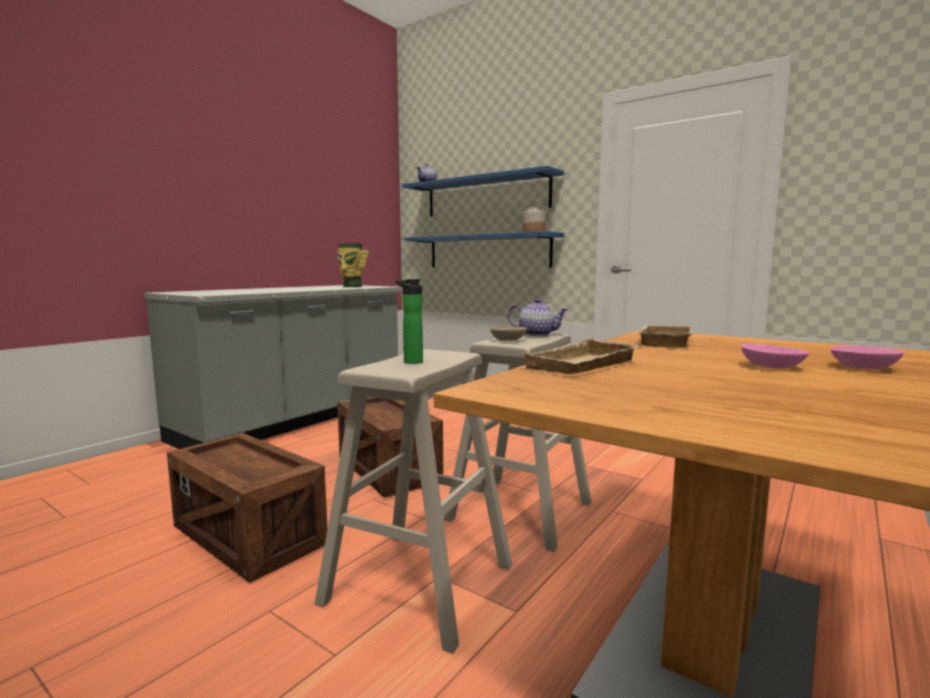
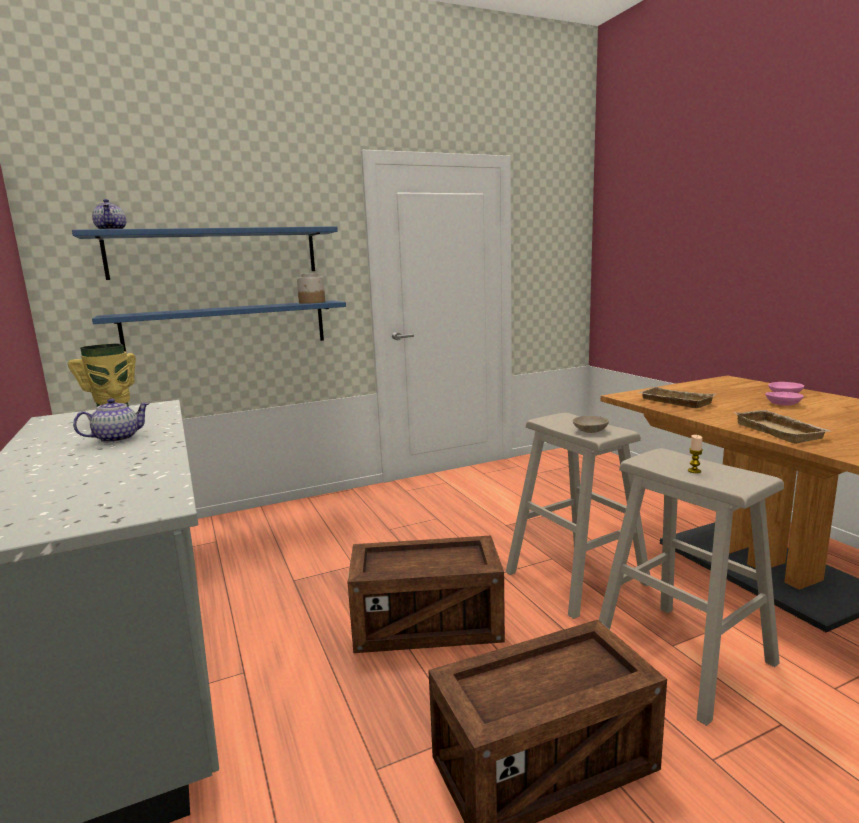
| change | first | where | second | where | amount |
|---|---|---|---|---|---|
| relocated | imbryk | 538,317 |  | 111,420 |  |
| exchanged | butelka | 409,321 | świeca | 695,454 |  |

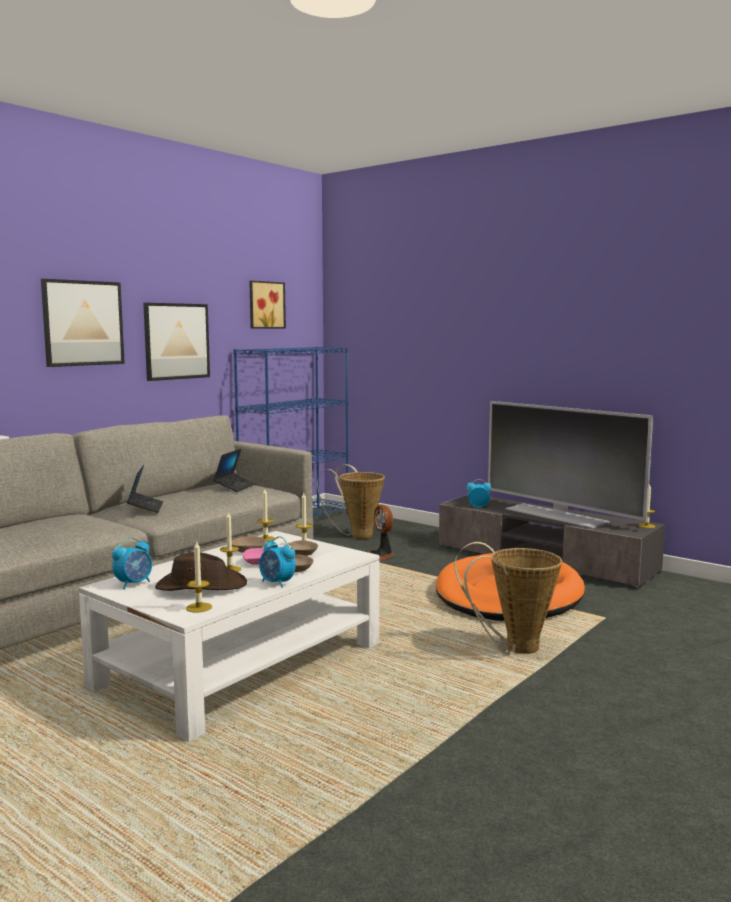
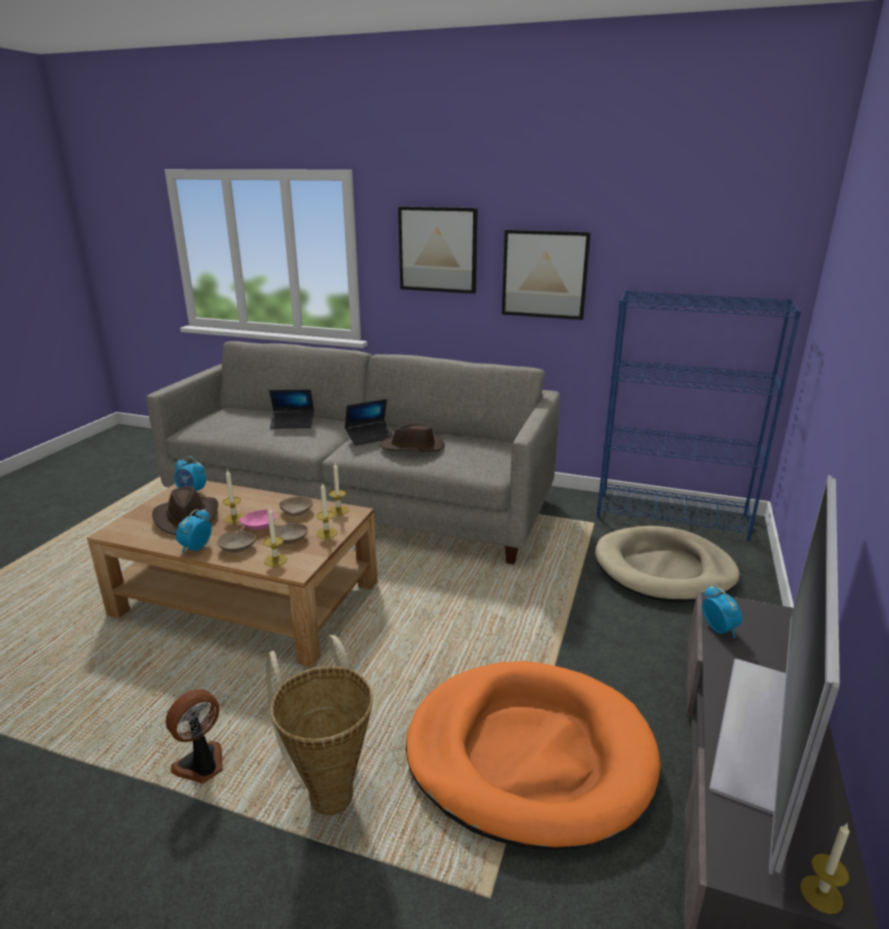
| change | first | where | second | where | amount |
|---|---|---|---|---|---|
| colour | ława (biały) | 229,636 | ława (brązowy) | 232,574 |  |
| relocated | wentylator | 381,532 |  | 194,736 |  |
| relocated | świeca | 199,576 |  | 275,537 |  |
| relocated | laptop | 234,470 |  | 291,409 |  |
| appeared |  |  | kapelusz (brązowy) | 412,437 |  |
| exchanged | koszyk | 351,501 | legowisko (beżowy) | 667,564 |  |
| missing | obraz | 267,304 |  |  |  |

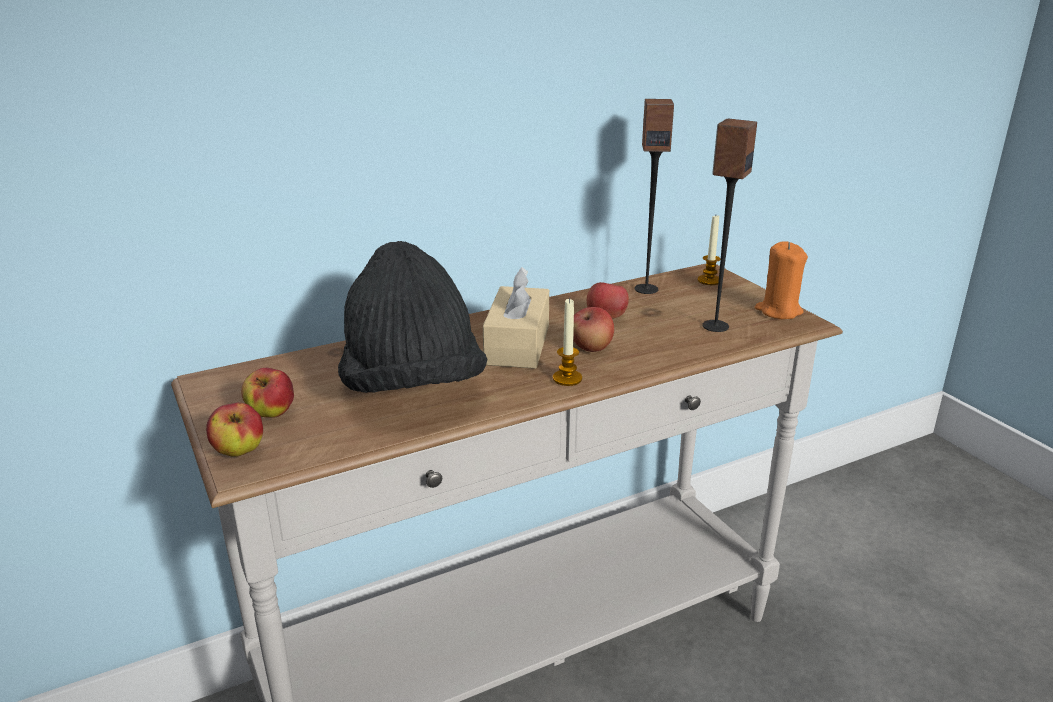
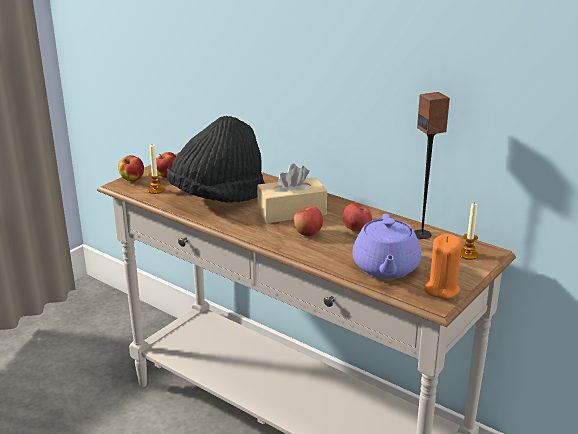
| change | first | where | second | where | amount |
|---|---|---|---|---|---|
| relocated | świeca | 567,342 |  | 156,169 |  |
| exchanged | głośnik | 729,225 | imbryk (fioletowy) | 386,246 |  |

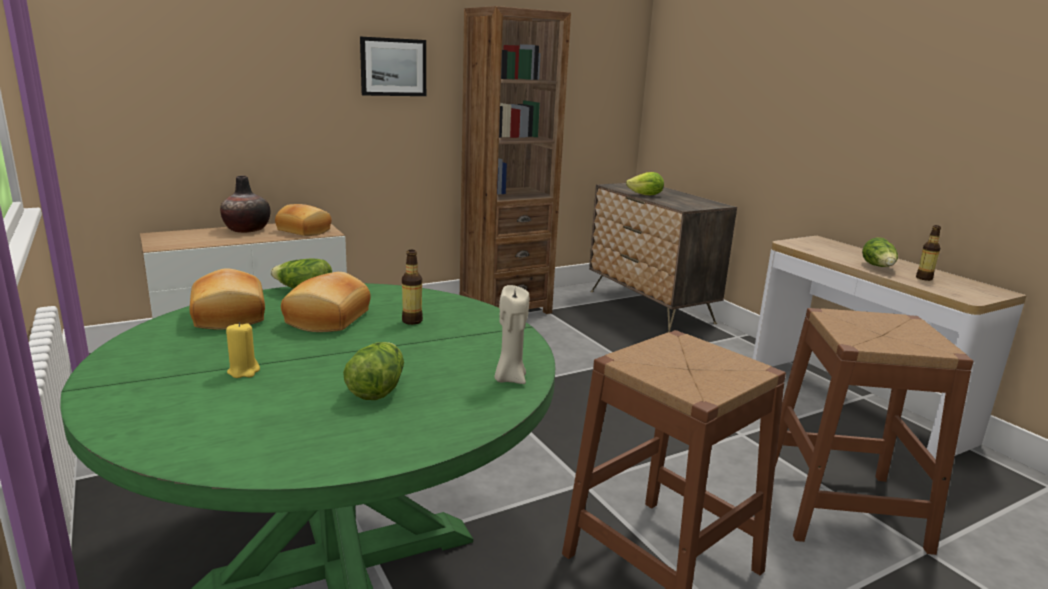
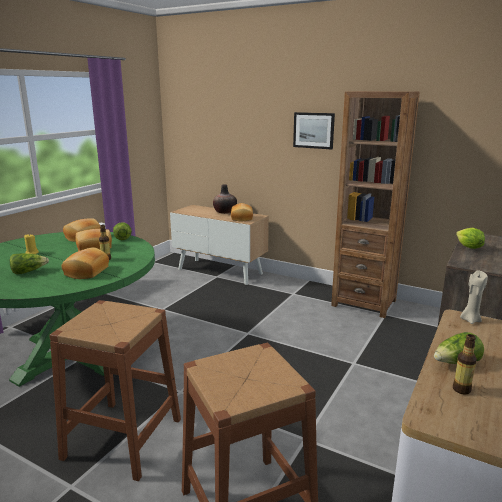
| change | first | where | second | where | amount |
|---|---|---|---|---|---|
| appeared |  |  | chleb | 85,263 |  |
| relocated | świeca (beżowy) | 511,334 |  | 474,297 |  |

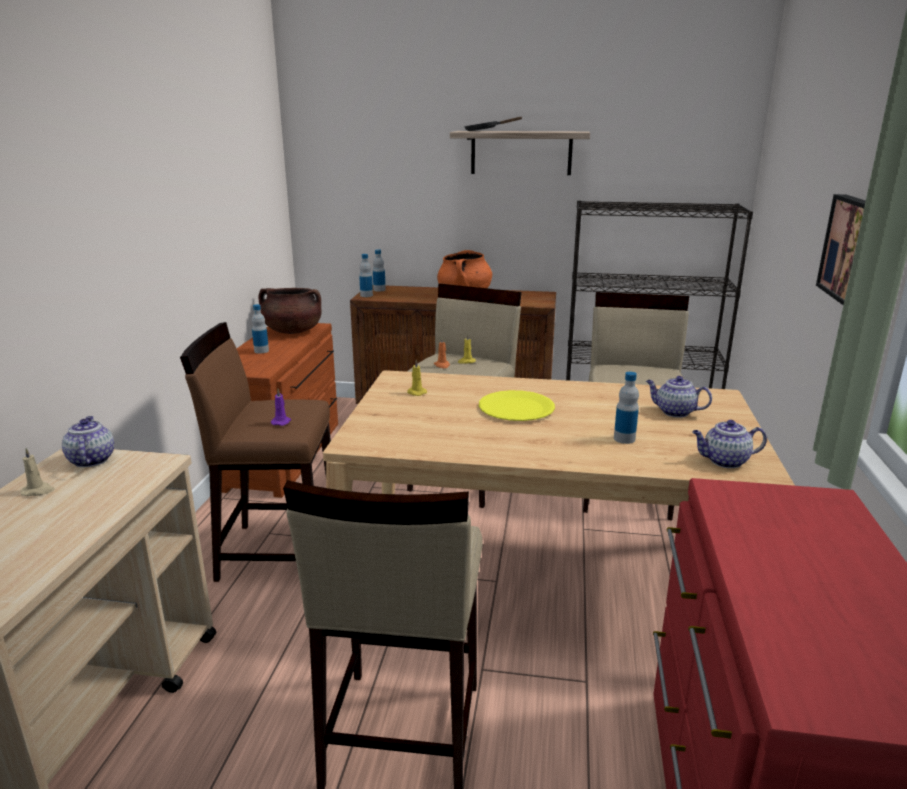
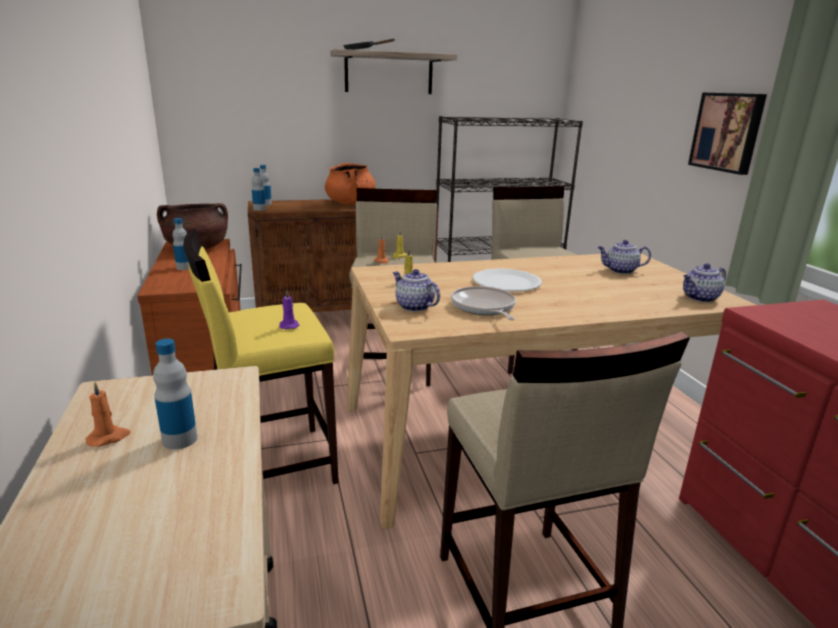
| change | first | where | second | where | amount |
|---|---|---|---|---|---|
| colour | świeca (beżowy) | 37,472 | świeca (pomarańczowy) | 108,414 |  |
| relocated | butelka | 626,408 |  | 175,394 |  |
| colour | stołek (brązowy) | 255,452 | stołek (żółty) | 261,356 |  |
| relocated | imbryk | 88,441 |  | 416,290 |  |
| appeared |  |  | patelnia | 483,303 |  |
| colour | talerz (żółty) | 517,405 | talerz (biały) | 507,279 |  |

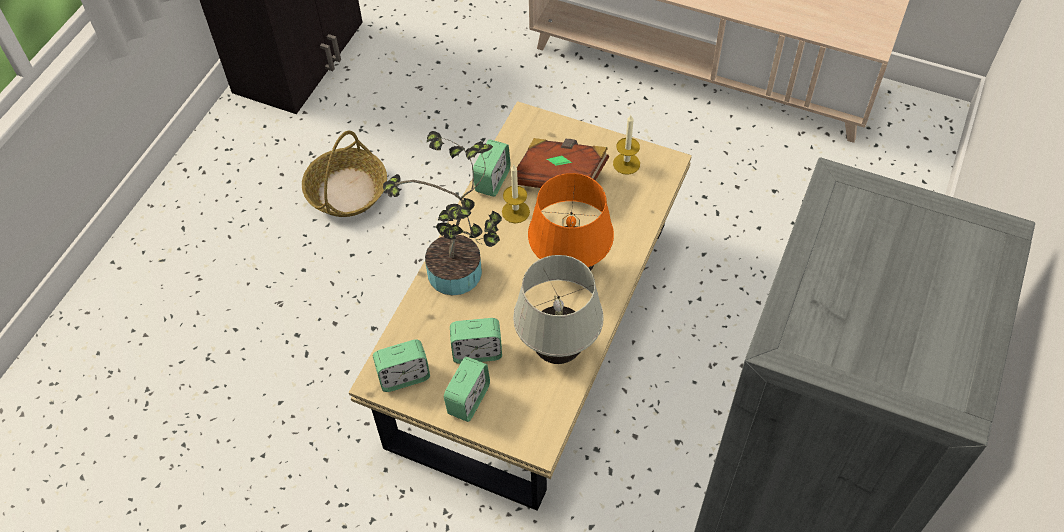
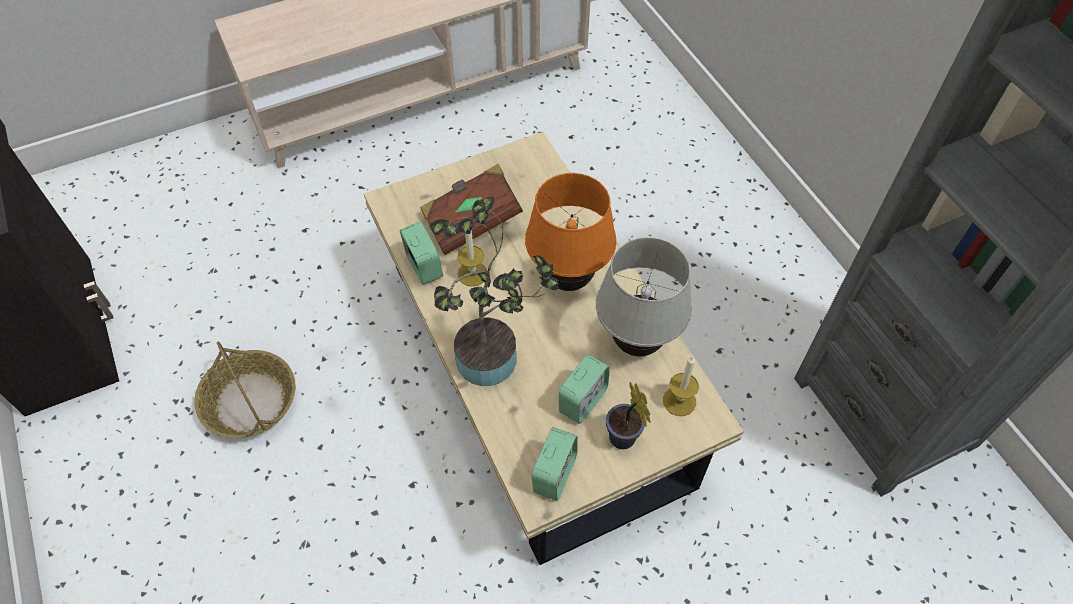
| change | first | where | second | where | amount |
|---|---|---|---|---|---|
| exchanged | budzik | 467,389 | roślina doniczkowa | 628,415 |  |
| relocated | świeca | 626,145 |  | 681,386 |  |

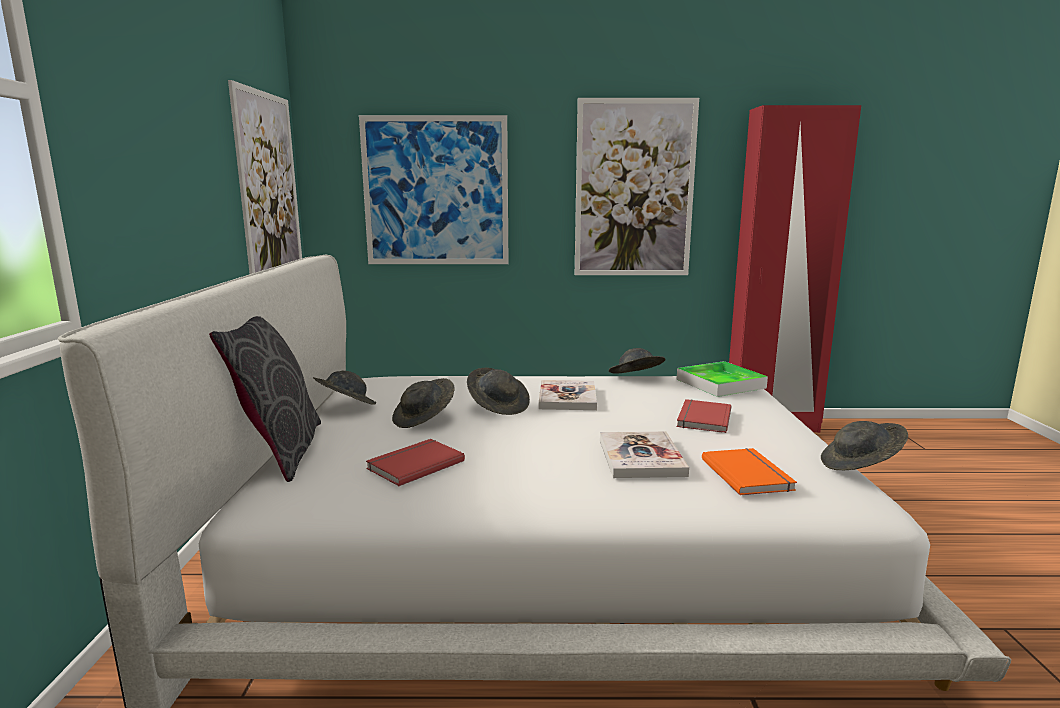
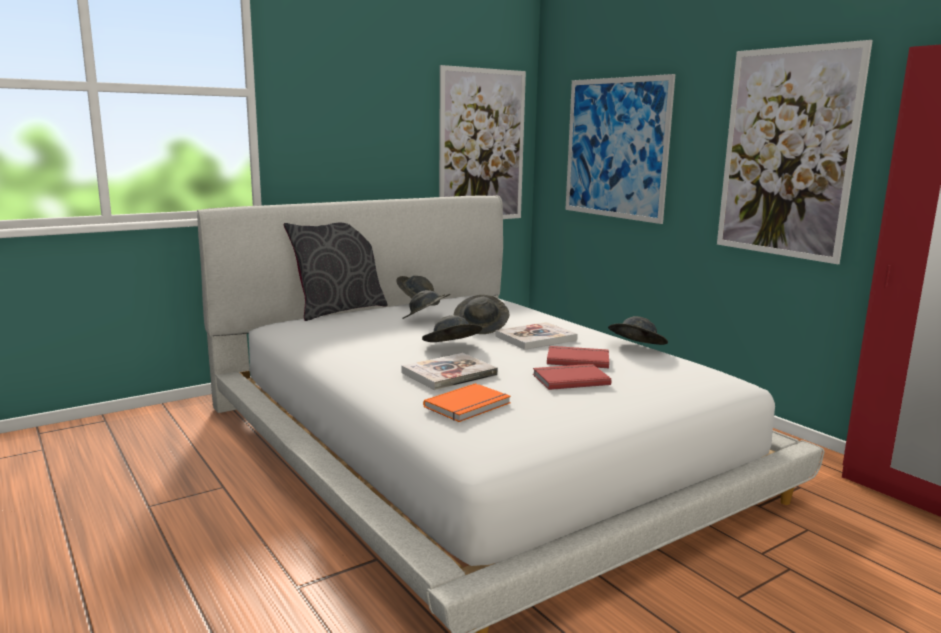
| change | first | where | second | where | amount |
|---|---|---|---|---|---|
| relocated | kapelusz (szary) | 864,445 |  | 452,328 |  |
| relocated | książka (czerwony) | 415,462 |  | 578,357 |  |
| missing | taca | 722,379 |  |  |  |

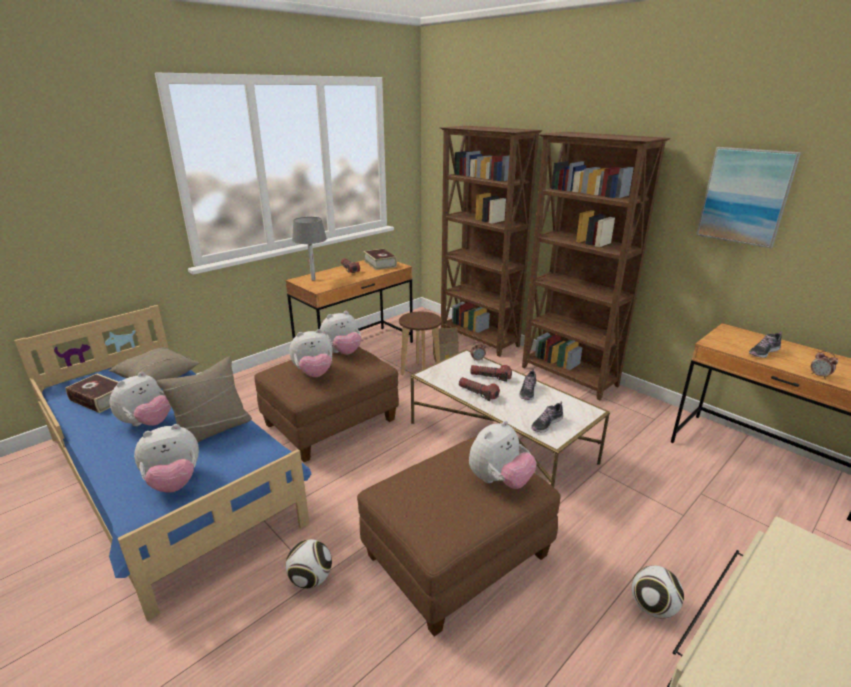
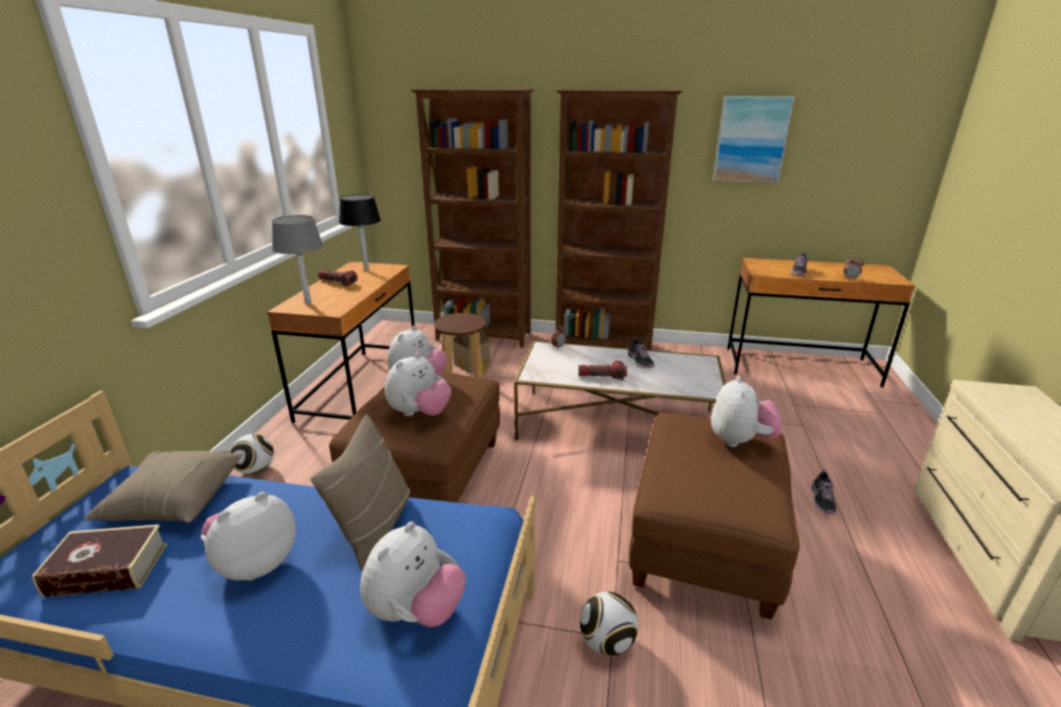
| change | first | where | second | where | amount |
|---|---|---|---|---|---|
| spun | pluszak | 140,399 |  | 248,536 | 135 degrees counterclockwise |
| relocated | piłka futbolowa | 658,591 |  | 252,454 |  |
| exchanged | książka | 380,259 | lampa stołowa (czarny) | 360,232 |  |
| relocated | but | 547,416 |  | 824,491 |  |
| missing | latarka | 491,373 |  |  |  |

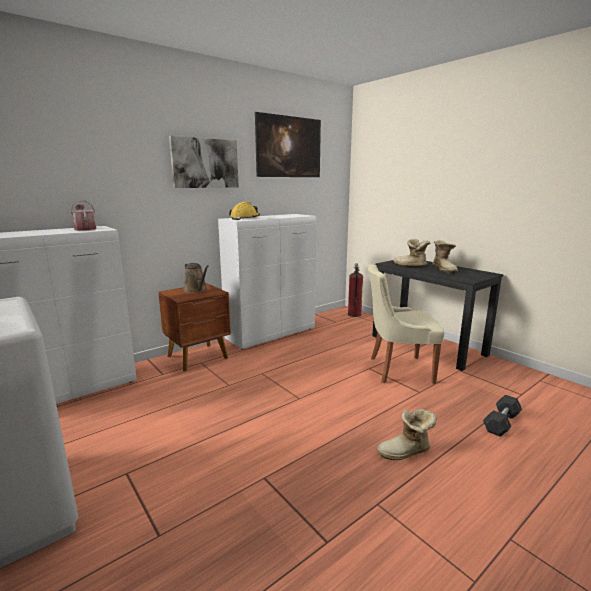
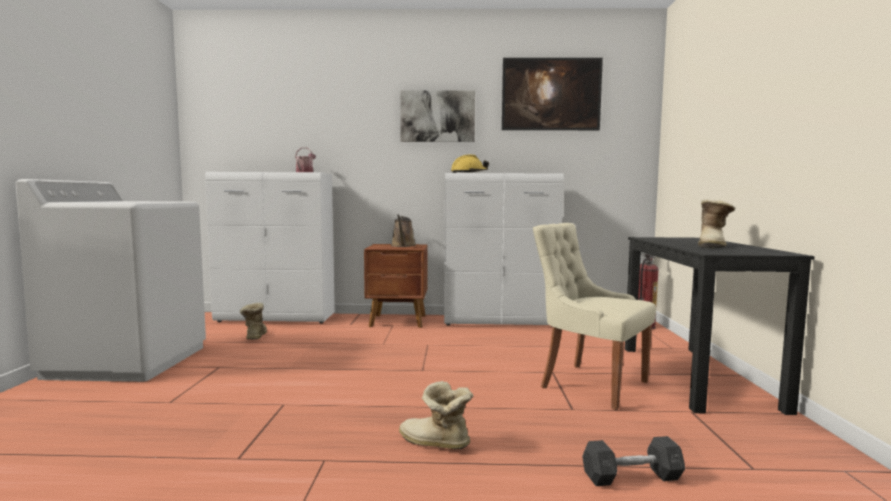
| change | first | where | second | where | amount |
|---|---|---|---|---|---|
| relocated | but z cholewką | 411,252 |  | 253,321 |  |

